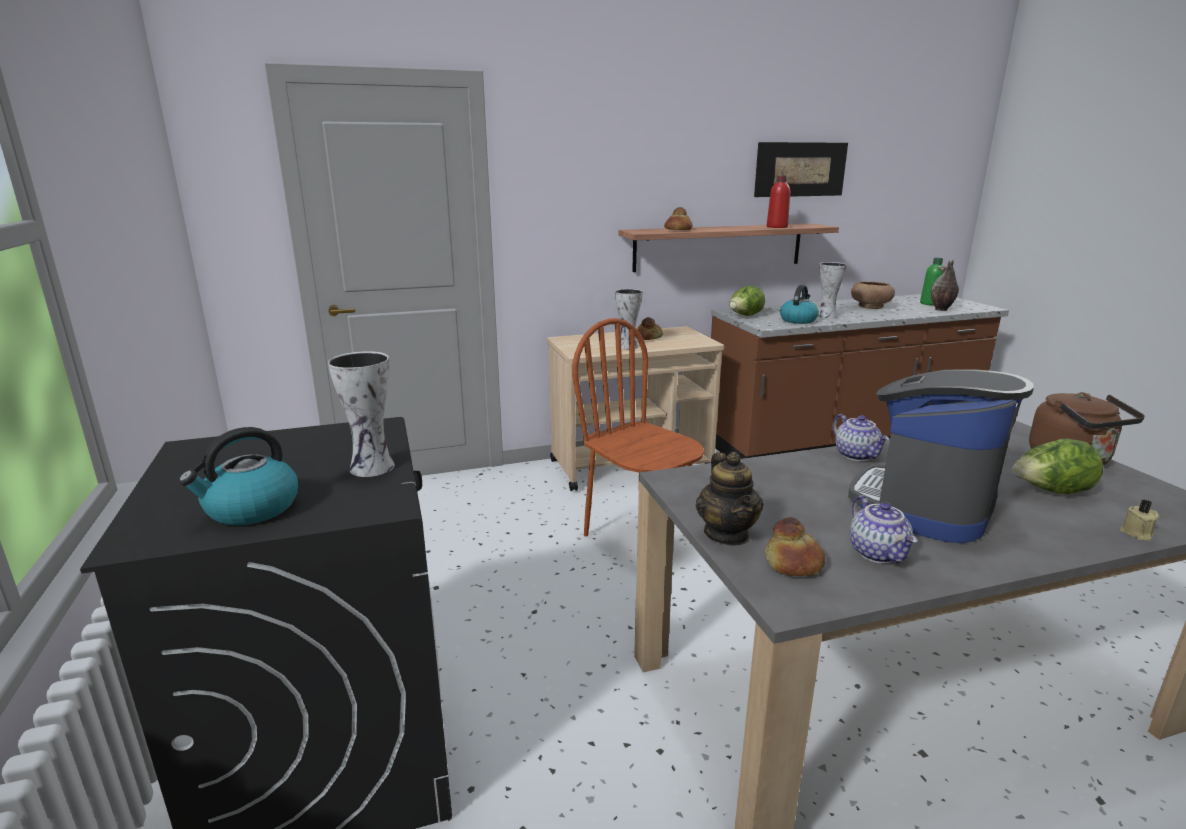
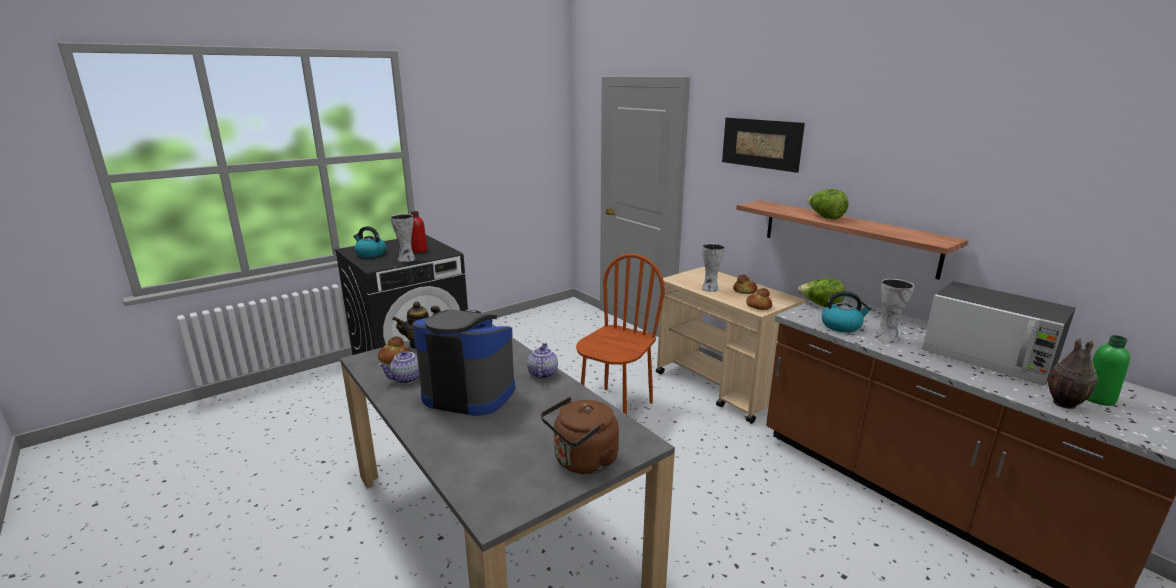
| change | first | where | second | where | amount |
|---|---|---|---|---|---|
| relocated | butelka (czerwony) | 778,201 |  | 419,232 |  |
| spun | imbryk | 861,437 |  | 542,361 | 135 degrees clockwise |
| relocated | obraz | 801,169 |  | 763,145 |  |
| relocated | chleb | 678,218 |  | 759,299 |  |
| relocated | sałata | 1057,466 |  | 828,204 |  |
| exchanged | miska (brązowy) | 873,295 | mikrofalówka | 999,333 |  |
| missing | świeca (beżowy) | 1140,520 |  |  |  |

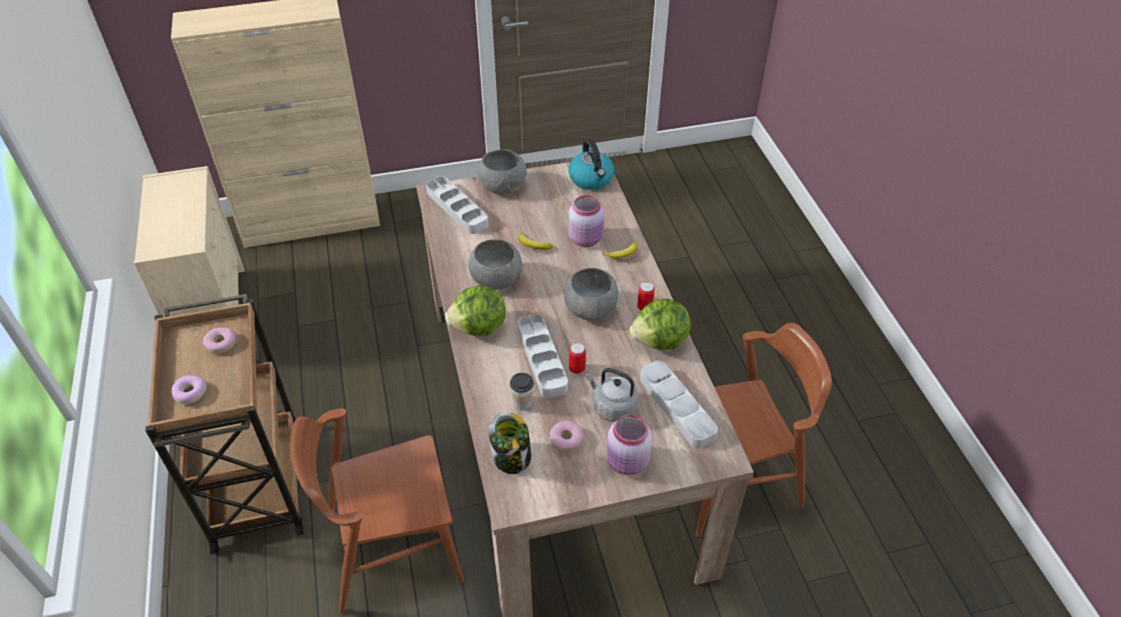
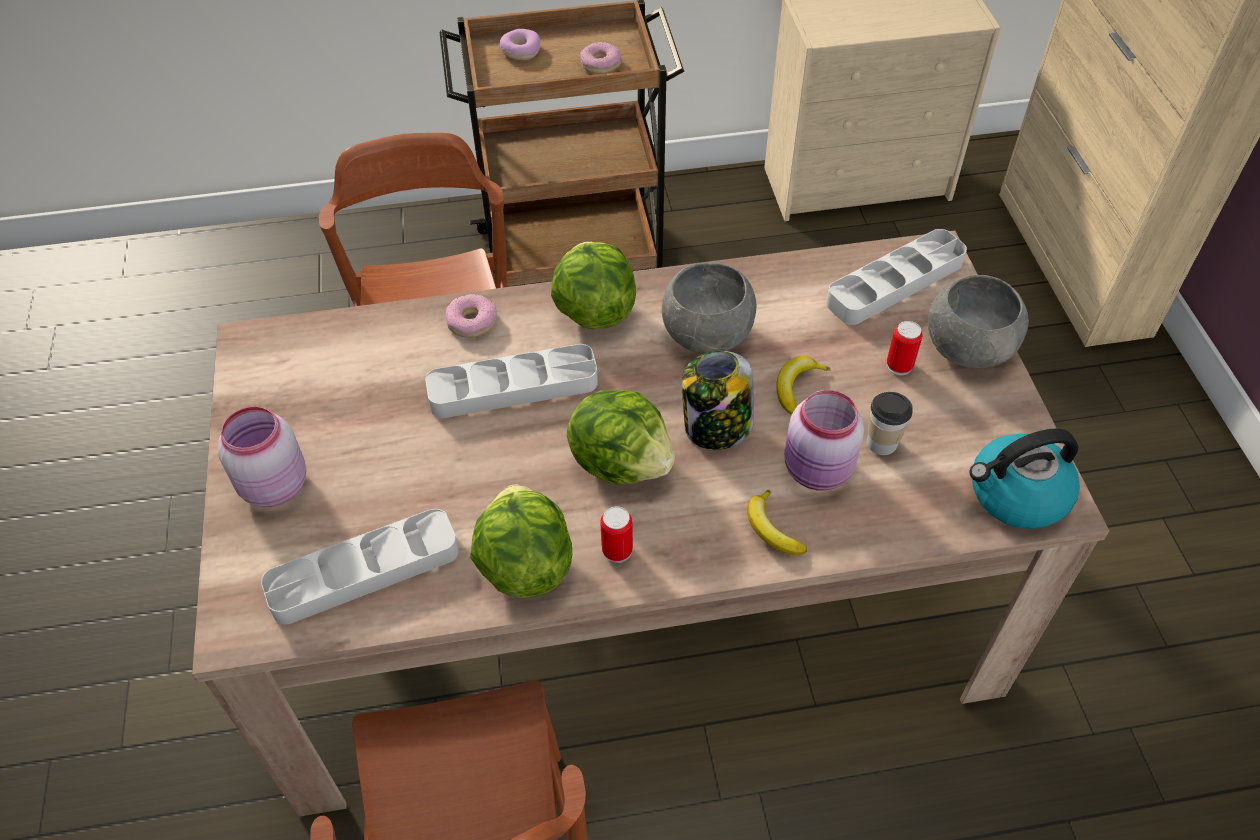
| change | first | where | second | where | amount |
|---|---|---|---|---|---|
| relocated | donut | 566,436 |  | 471,316 |  |
| exchanged | miska (szary) | 591,294 | sałata | 621,437 |  |
| relocated | słoik | 510,443 |  | 718,400 |  |
| relocated | filiżanka | 522,392 |  | 890,423 |  |
| relocated | puszka | 577,359 |  | 905,348 |  |
| missing | czajnik (szary) | 612,395 |  |  |  |

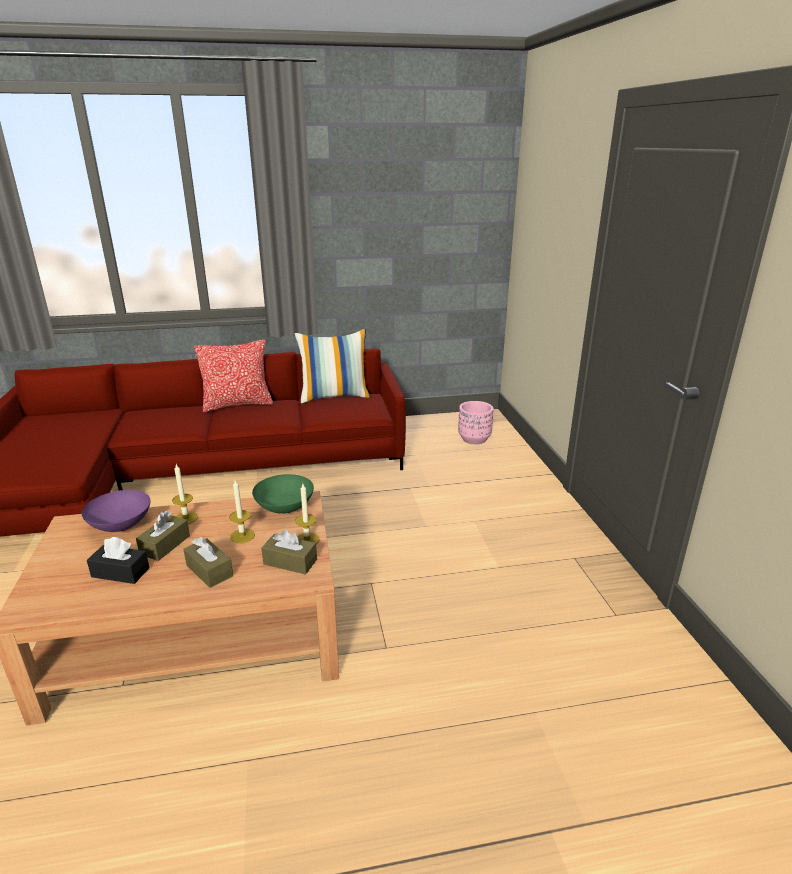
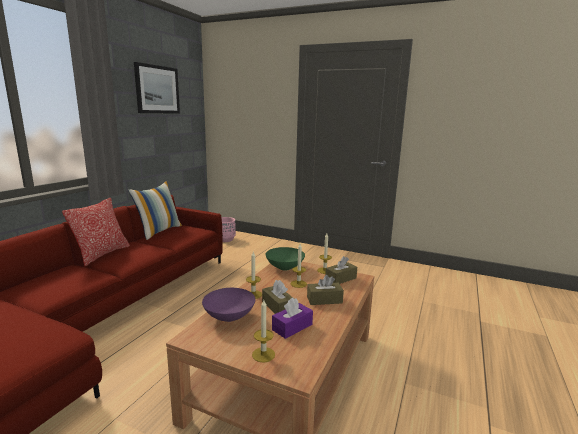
| change | first | where | second | where | amount |
|---|---|---|---|---|---|
| appeared |  |  | obraz | 157,88 |  |
| appeared |  |  | świeca | 263,331 |  |
| colour | pudełko chusteczek (czarny) | 118,560 | pudełko chusteczek (fioletowy) | 292,318 |  |

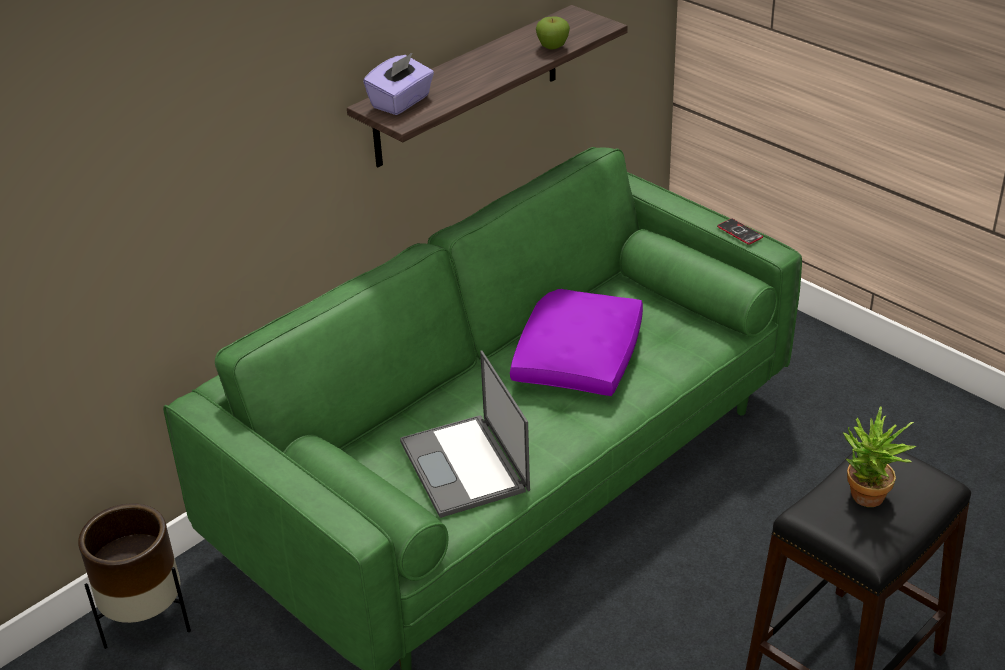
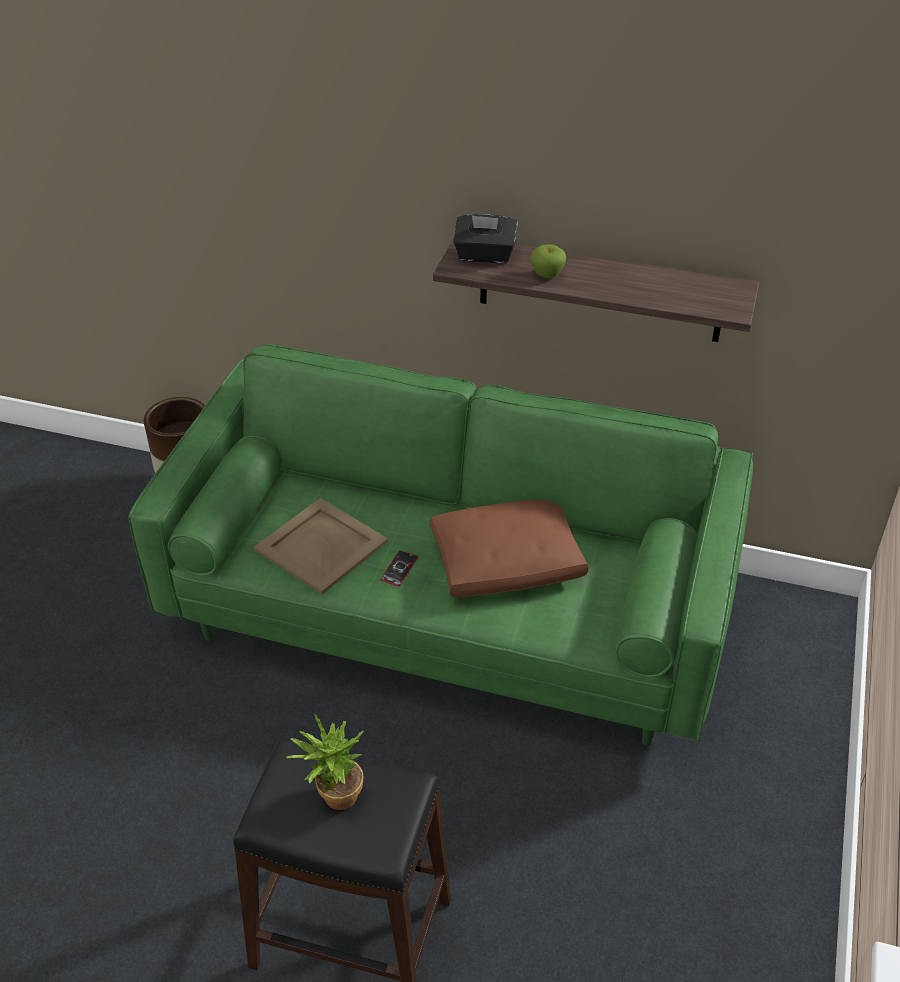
| change | first | where | second | where | amount |
|---|---|---|---|---|---|
| exchanged | laptop | 465,434 | taca (beżowy) | 321,546 |  |
| relocated | telefon | 740,231 |  | 399,568 |  |
| colour | poduszka (fioletowy) | 576,342 | poduszka (brązowy) | 509,548 |  |
| colour | pudełko chusteczek (fioletowy) | 398,84 | pudełko chusteczek (czarny) | 485,238 |  |
| relocated | jabłko | 553,33 |  | 548,261 |  |

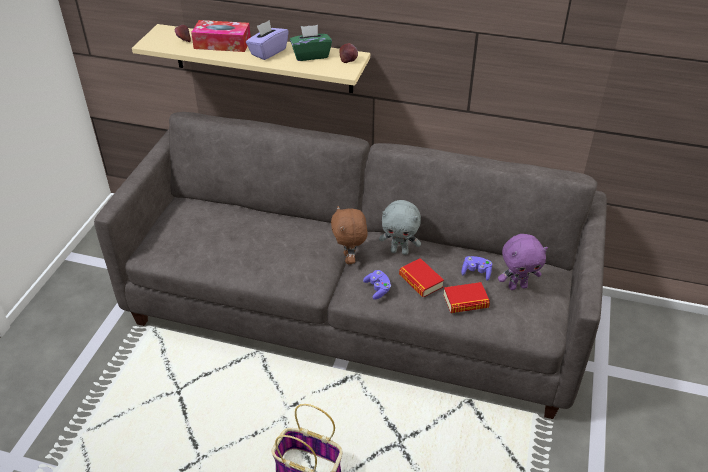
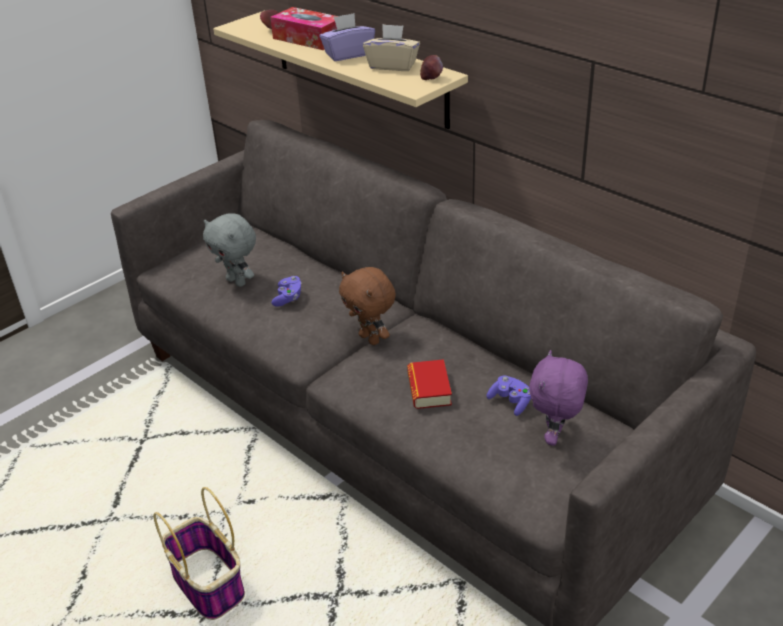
| change | first | where | second | where | amount |
|---|---|---|---|---|---|
| relocated | pluszak (szary) | 400,227 |  | 229,250 |  |
| relocated | pad do gier (fioletowy) | 377,285 |  | 286,291 |  |
| spun | pluszak (brązowy) | 349,235 |  | 367,306 | 60 degrees counterclockwise |
| colour | pudełko chusteczek (zielony) | 311,43 | pudełko chusteczek (beżowy) | 391,47 |  |
| spun | pluszak (fioletowy) | 523,262 |  | 558,398 | 90 degrees clockwise |
| missing | książka | 466,297 |  |  |  |

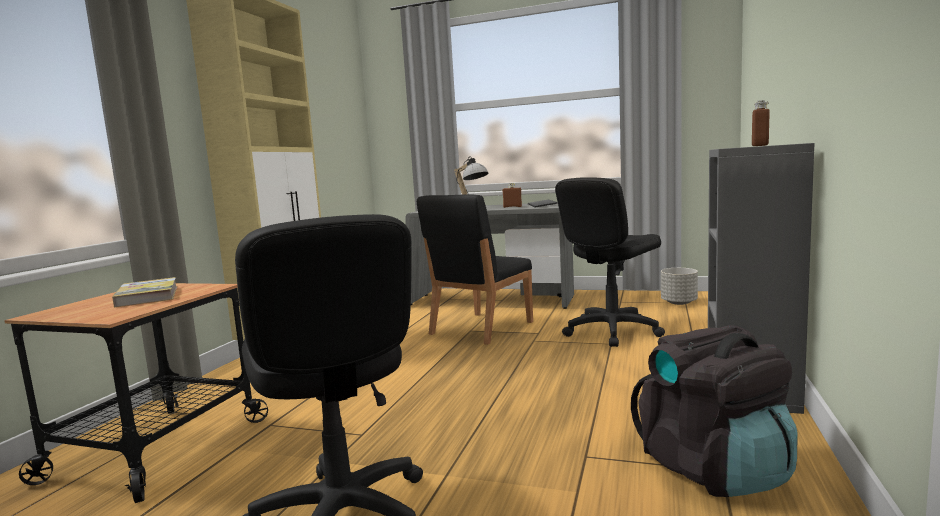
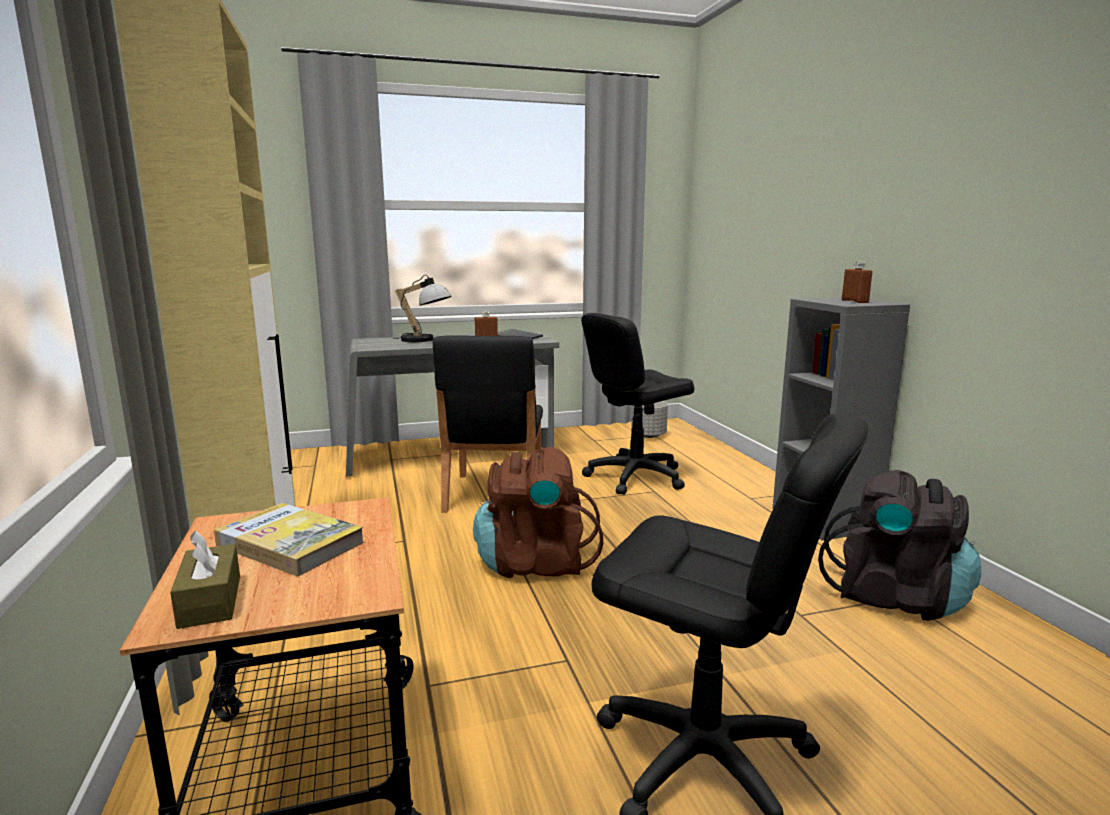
| change | first | where | second | where | amount |
|---|---|---|---|---|---|
| appeared |  |  | pudełko chusteczek (brązowy) | 205,580 |  |
| appeared |  |  | plecak (brązowy) | 538,512 |  |
| spun | krzesło biurowe (czarny) | 610,262 |  | 637,404 | 45 degrees clockwise |

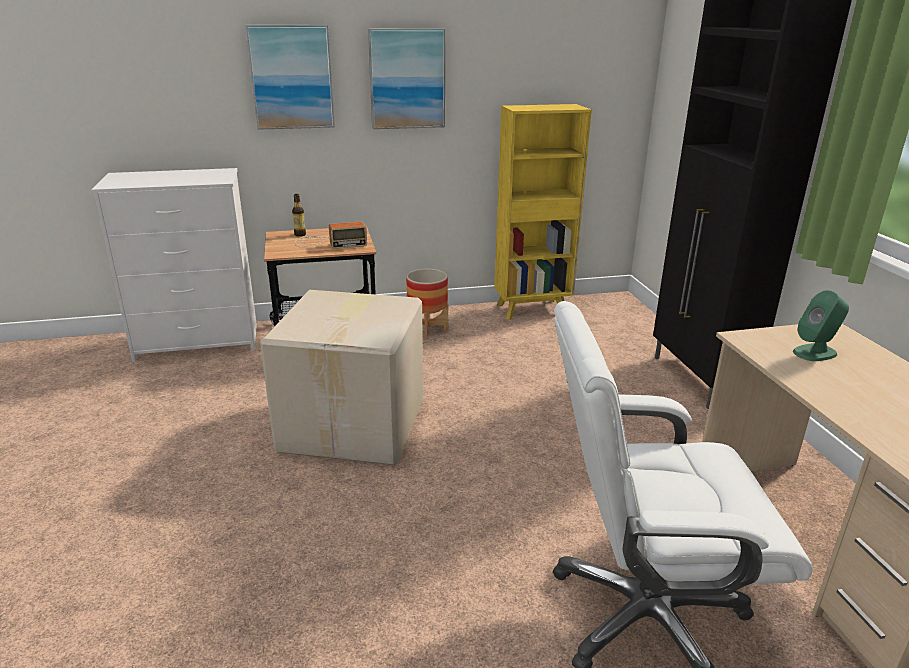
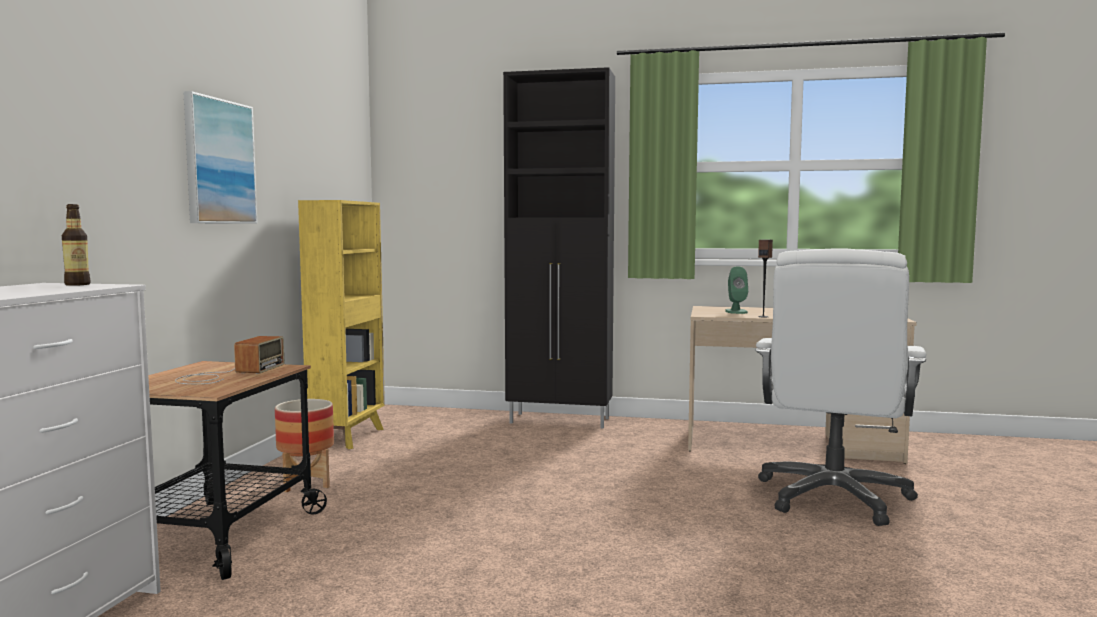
| change | first | where | second | where | amount |
|---|---|---|---|---|---|
| relocated | butelka | 299,215 |  | 76,245 |  |
| appeared |  |  | głośnik | 765,279 |  |
| missing | obraz | 290,77 |  |  |  |
| missing | karton | 341,377 |  |  |  |

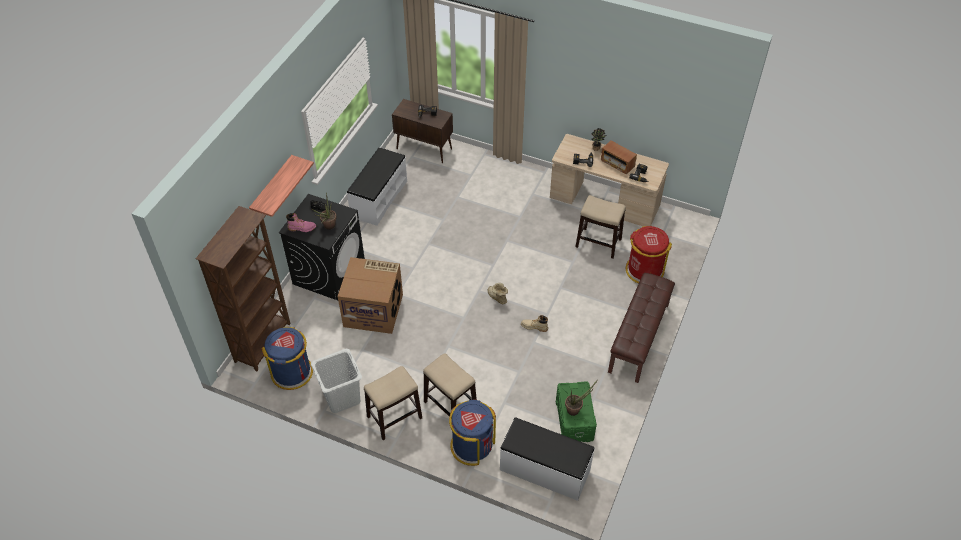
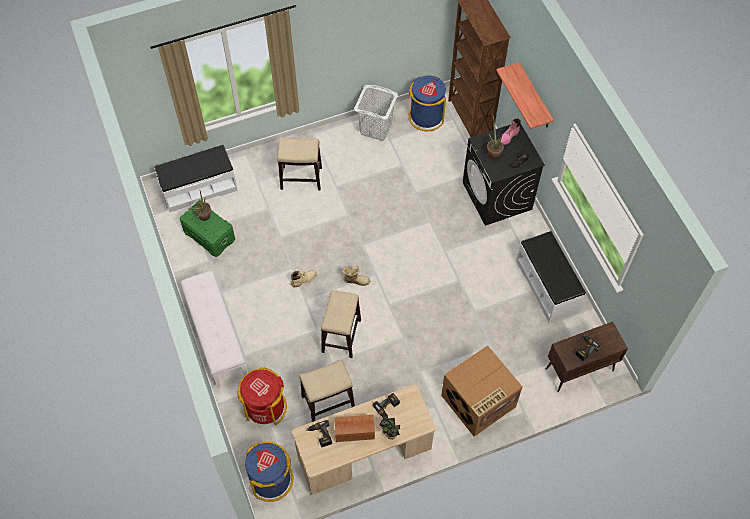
| change | first | where | second | where | amount |
|---|---|---|---|---|---|
| colour | ławka (brązowy) | 641,328 | ławka (biały) | 213,329 |  |
| relocated | kosz na śmieci (niebieski) | 472,432 |  | 269,472 |  |
| relocated | stołek | 393,403 |  | 341,324 |  |
| relocated | karton | 370,295 |  | 481,391 |  |

